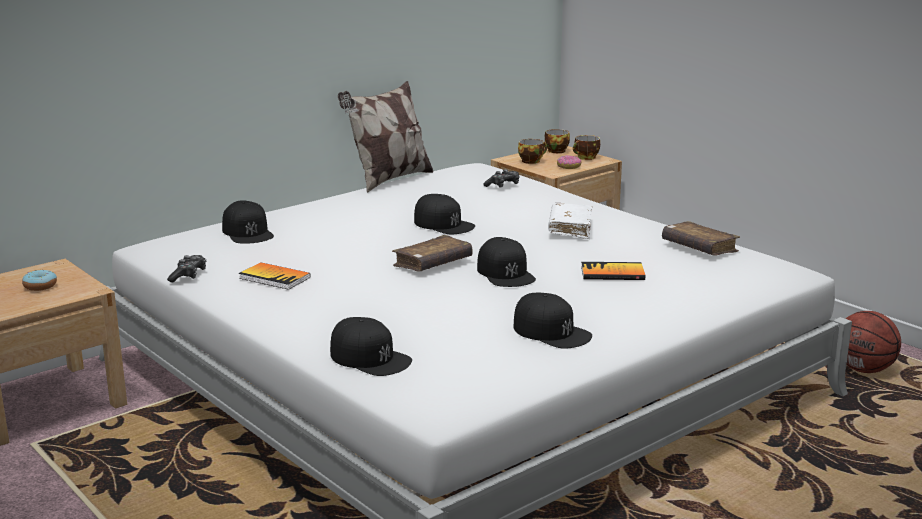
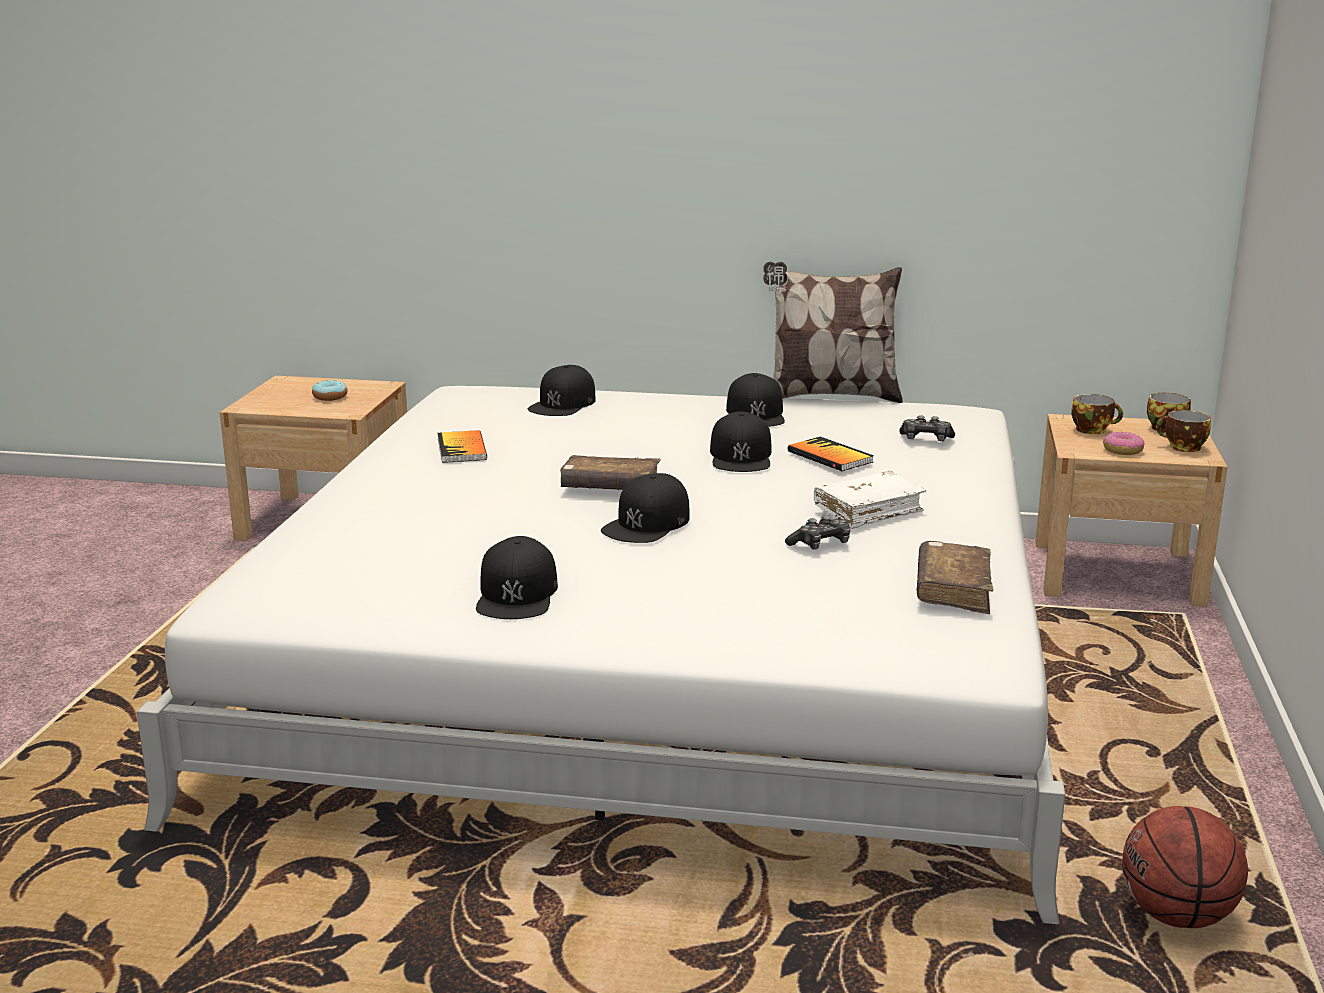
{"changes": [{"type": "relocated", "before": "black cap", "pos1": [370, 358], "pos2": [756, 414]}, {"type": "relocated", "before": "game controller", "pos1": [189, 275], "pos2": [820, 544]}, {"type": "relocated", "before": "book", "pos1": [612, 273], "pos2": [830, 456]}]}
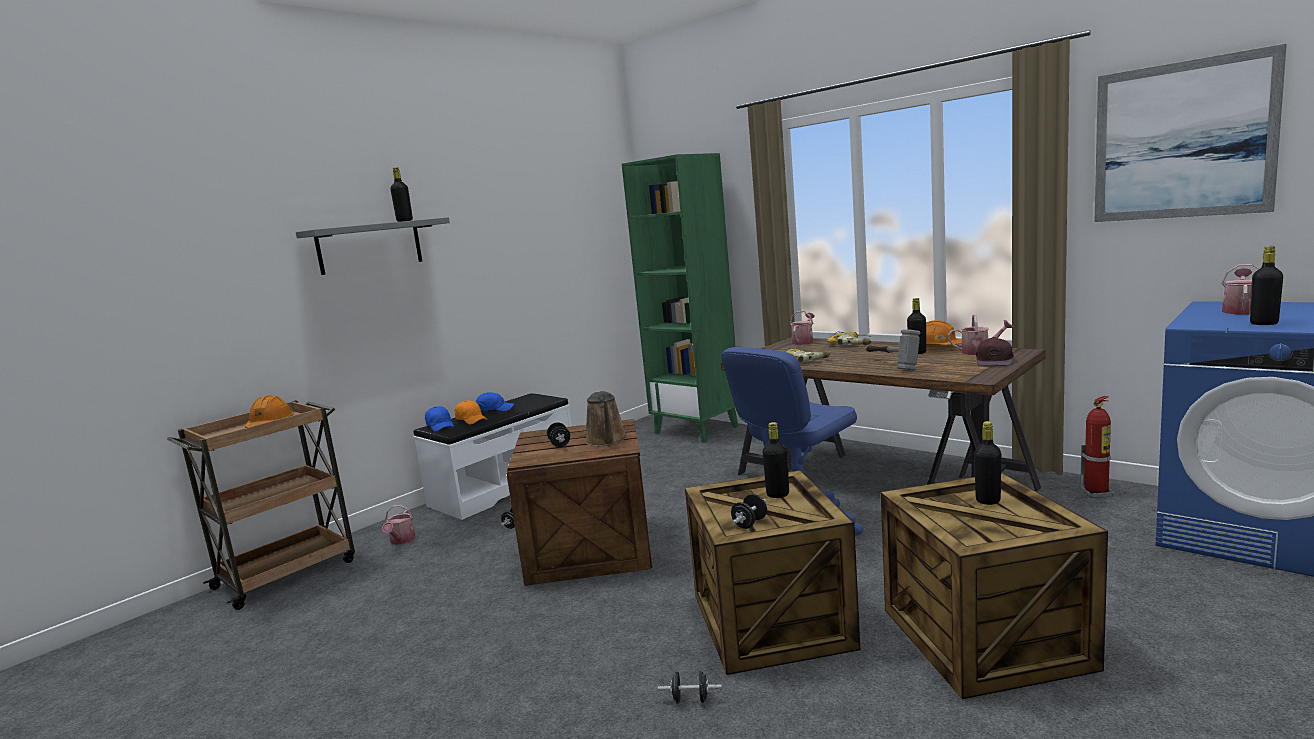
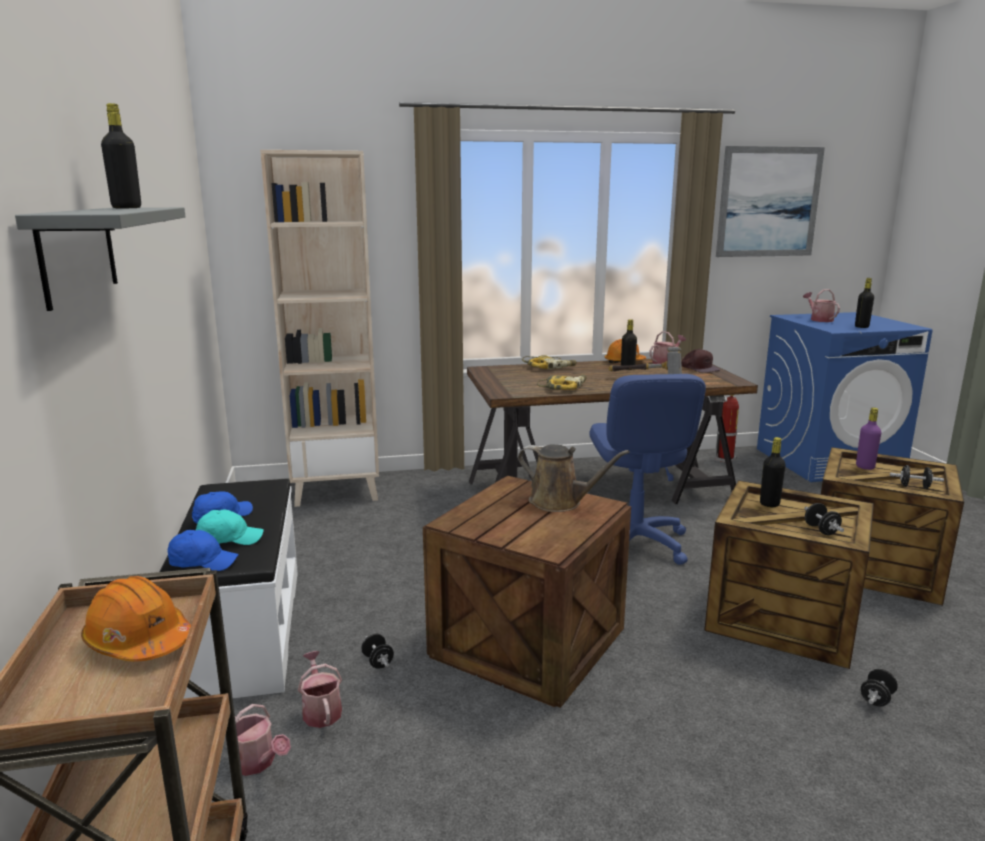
{"changes": [{"type": "colour", "before": "orange cap", "after": "turquoise cap", "pos1": [471, 420], "pos2": [229, 539]}, {"type": "colour", "before": "green bookcase", "after": "beige bookcase", "pos1": [697, 430], "pos2": [337, 490]}, {"type": "relocated", "before": "watering can", "pos1": [803, 341], "pos2": [321, 710]}, {"type": "colour", "before": "black bottle", "after": "purple bottle", "pos1": [988, 500], "pos2": [865, 467]}, {"type": "relocated", "before": "black dumbbell", "pos1": [559, 444], "pos2": [914, 487]}]}
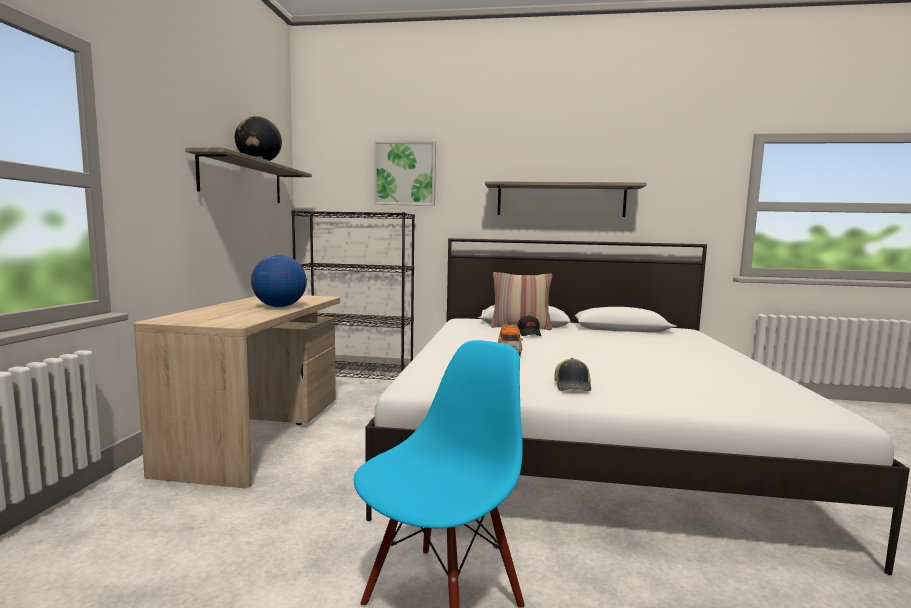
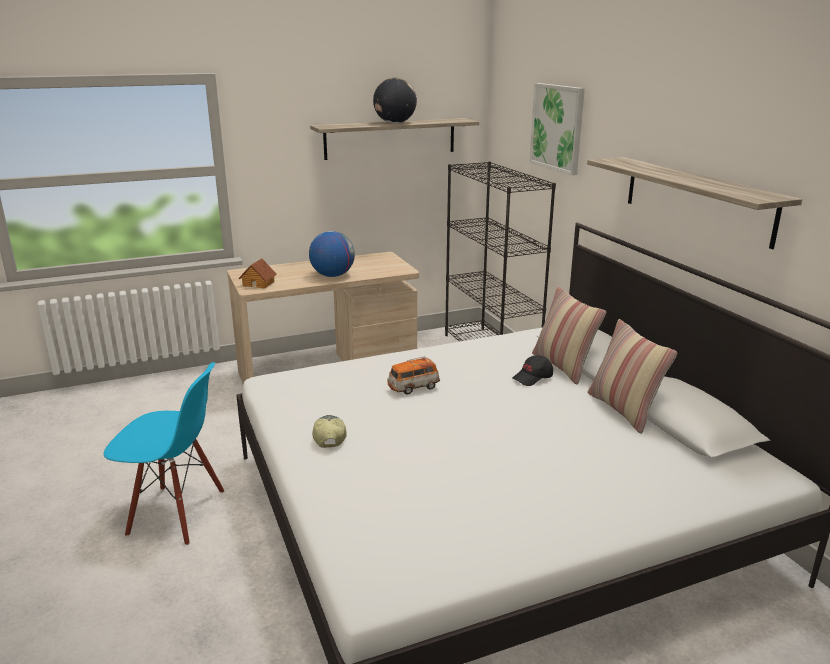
{"changes": [{"type": "appeared", "after": "toy house", "pos2": [259, 283]}, {"type": "spun", "before": "cap", "pos1": [573, 386], "pos2": [328, 437], "turn": 105}, {"type": "appeared", "after": "pillow", "pos2": [624, 410]}]}
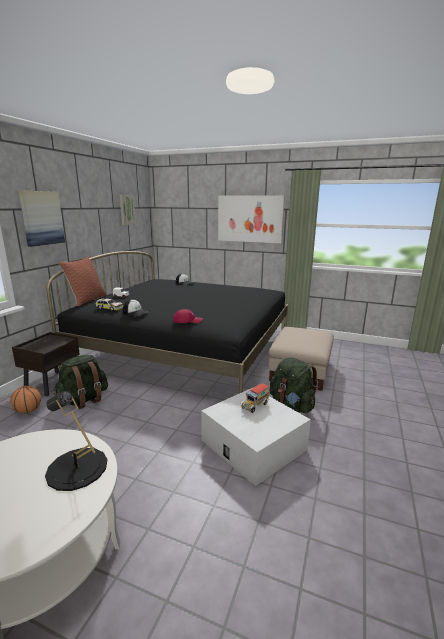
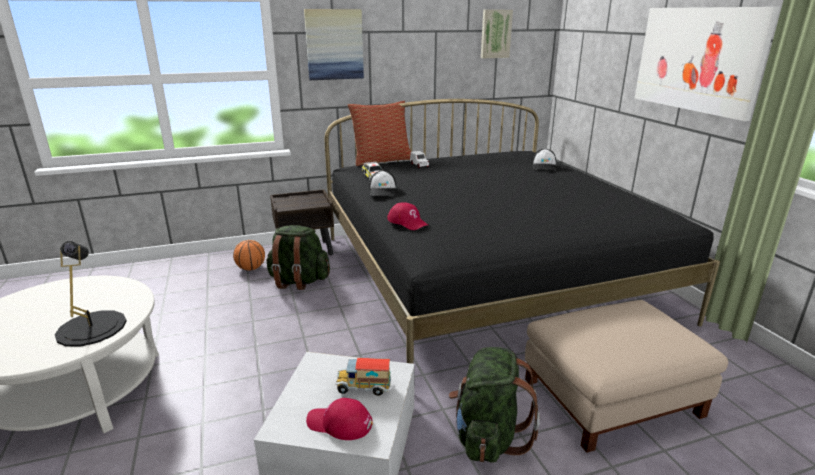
{"changes": [{"type": "appeared", "after": "red cap", "pos2": [339, 423]}]}
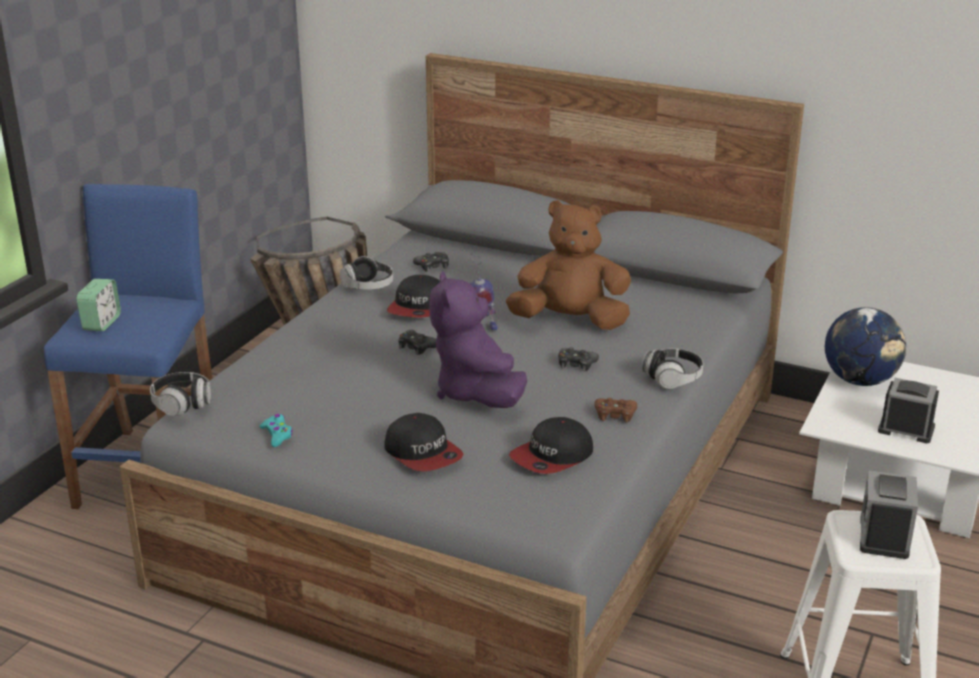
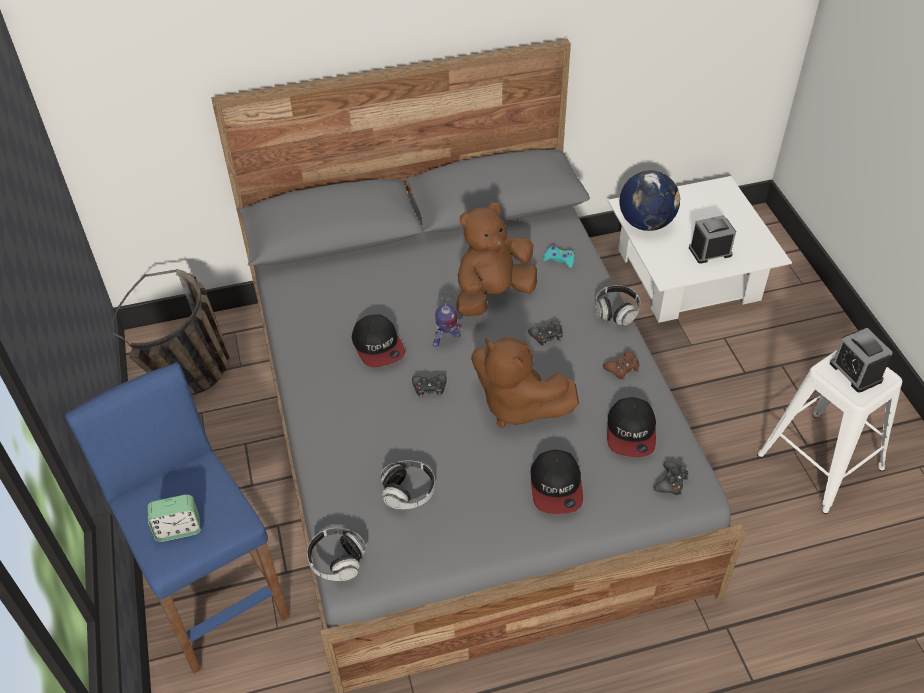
{"changes": [{"type": "spun", "before": "alarm clock", "pos1": [101, 323], "pos2": [178, 529], "turn": 105}, {"type": "relocated", "before": "headphones", "pos1": [368, 287], "pos2": [408, 492]}, {"type": "colour", "before": "purple plush toy", "after": "brown plush toy", "pos1": [476, 393], "pos2": [517, 405]}, {"type": "spun", "before": "cap", "pos1": [423, 453], "pos2": [556, 486], "turn": 75}, {"type": "relocated", "before": "turquoise game controller", "pos1": [277, 435], "pos2": [559, 259]}, {"type": "relocated", "before": "black game controller", "pos1": [432, 266], "pos2": [671, 482]}]}
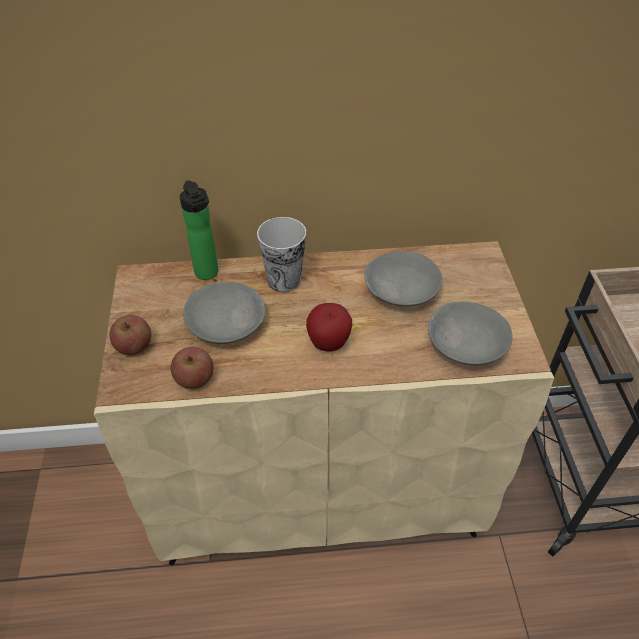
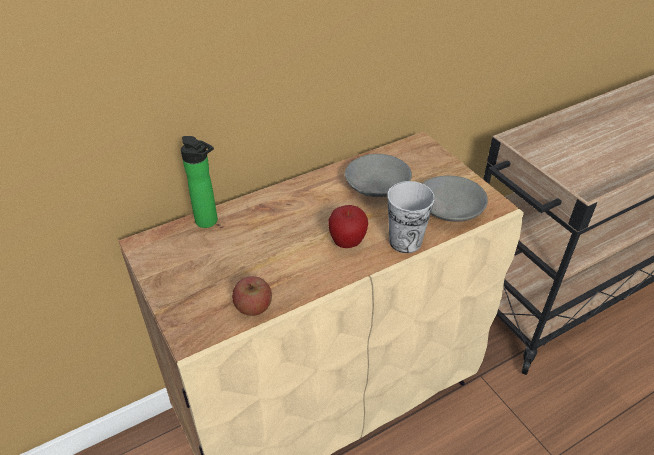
{"changes": [{"type": "relocated", "before": "cup", "pos1": [284, 280], "pos2": [405, 241]}, {"type": "missing", "before": "apple", "pos1": [134, 346]}, {"type": "missing", "before": "grey bowl", "pos1": [227, 324]}]}
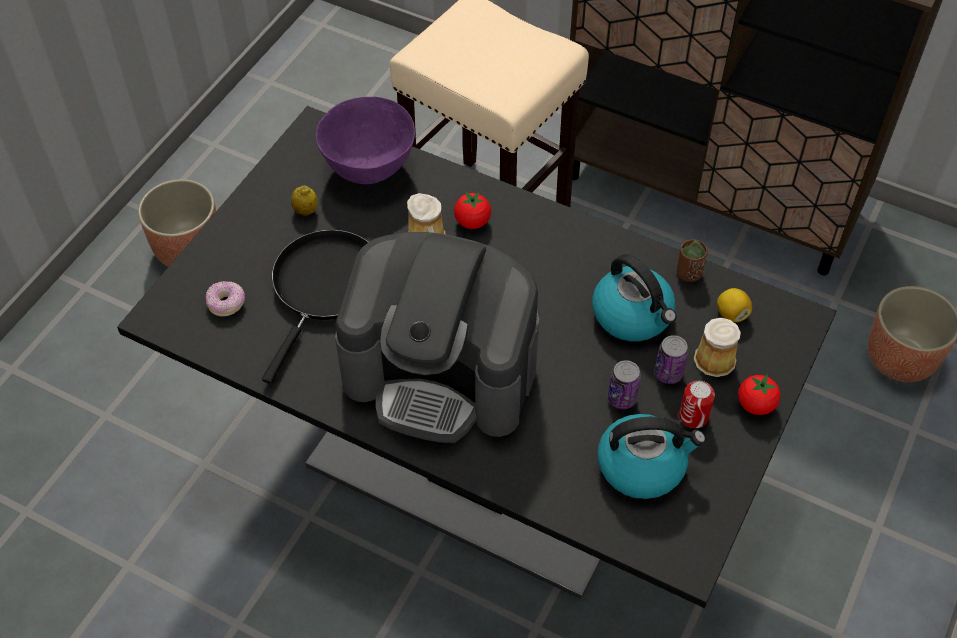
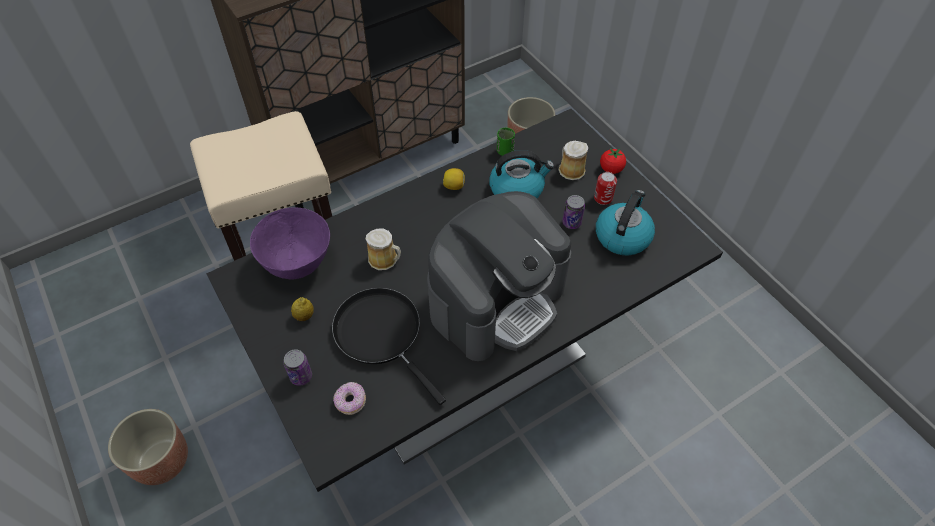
{"changes": [{"type": "relocated", "before": "can", "pos1": [668, 373], "pos2": [301, 376]}, {"type": "relocated", "before": "lemon", "pos1": [731, 314], "pos2": [454, 186]}, {"type": "colour", "before": "brown cup", "after": "green cup", "pos1": [689, 273], "pos2": [505, 151]}, {"type": "missing", "before": "tomato", "pos1": [472, 222]}]}
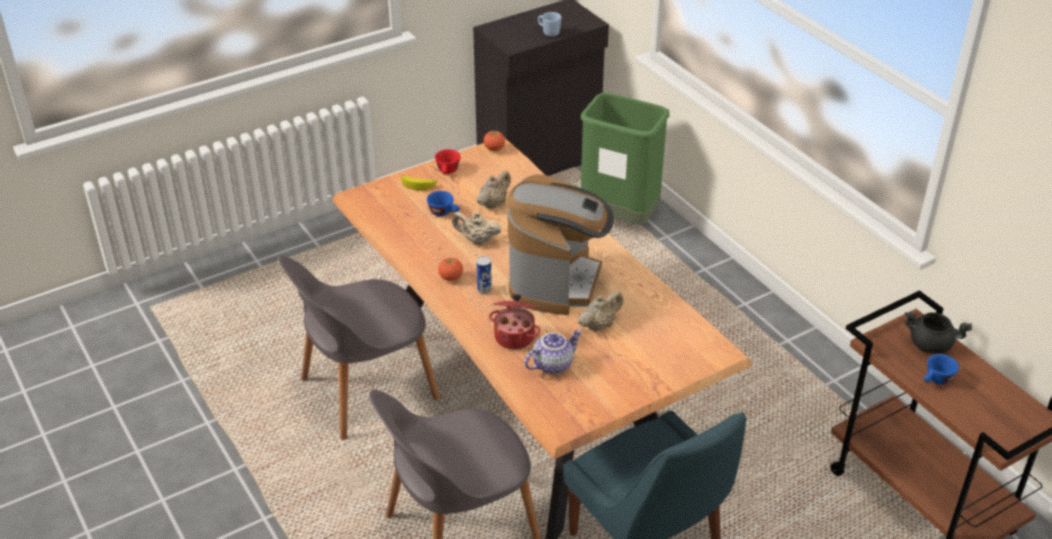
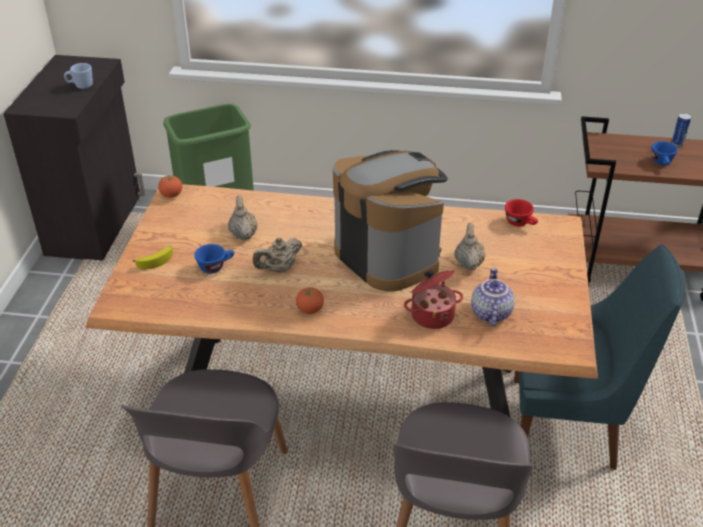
{"changes": [{"type": "relocated", "before": "red cup", "pos1": [448, 172], "pos2": [520, 223]}, {"type": "relocated", "before": "can", "pos1": [484, 289], "pos2": [677, 143]}, {"type": "missing", "before": "black cooking pot", "pos1": [930, 344]}]}
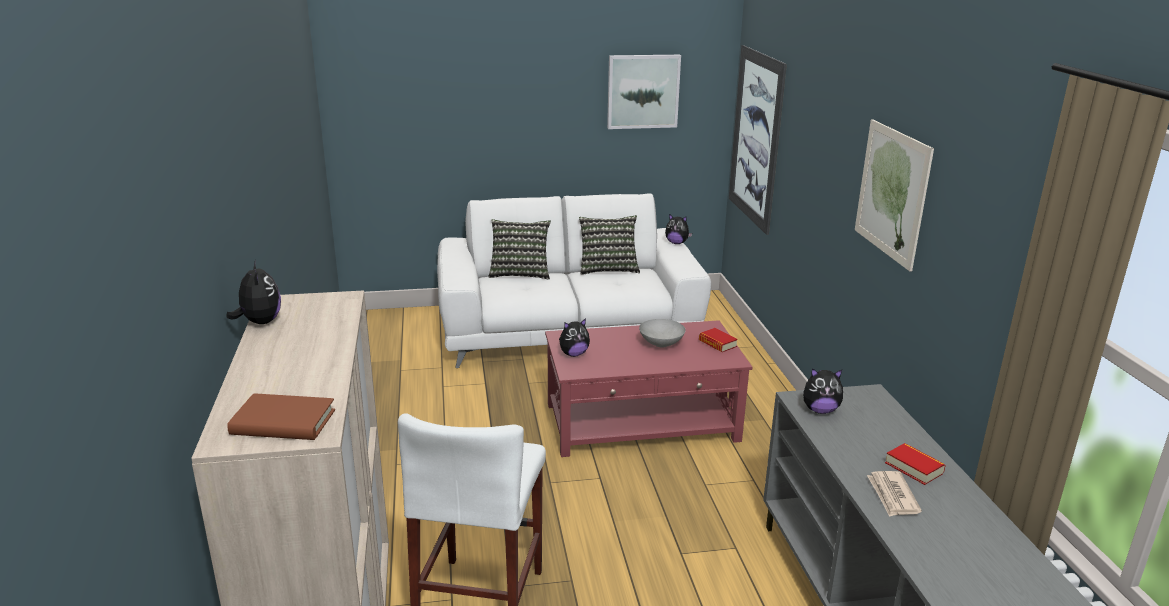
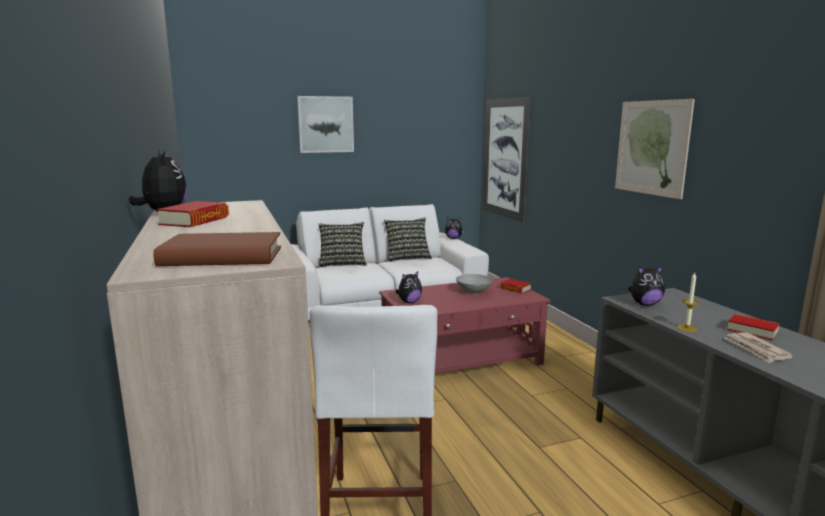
{"changes": [{"type": "appeared", "after": "book", "pos2": [195, 221]}, {"type": "relocated", "before": "picture", "pos1": [643, 91], "pos2": [325, 124]}, {"type": "appeared", "after": "candle", "pos2": [687, 328]}]}
